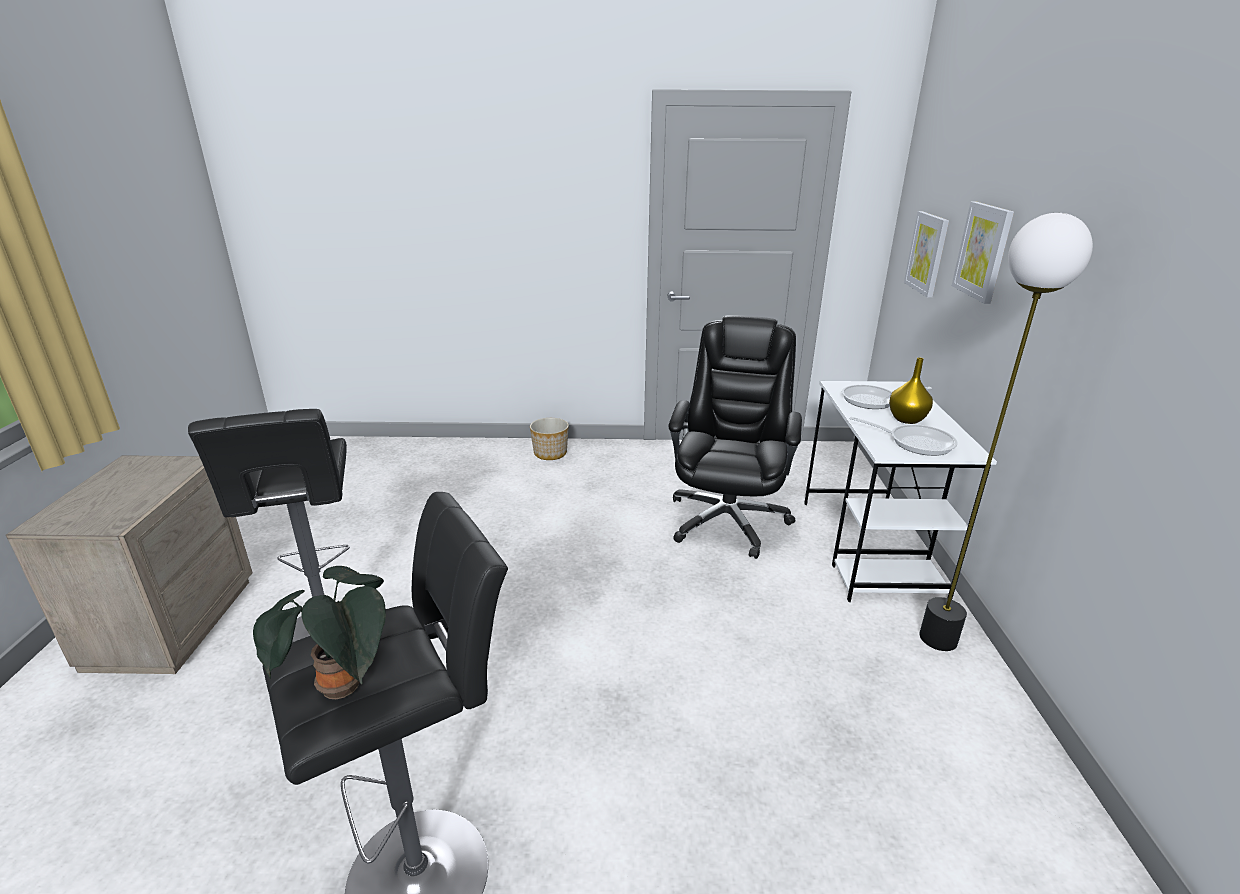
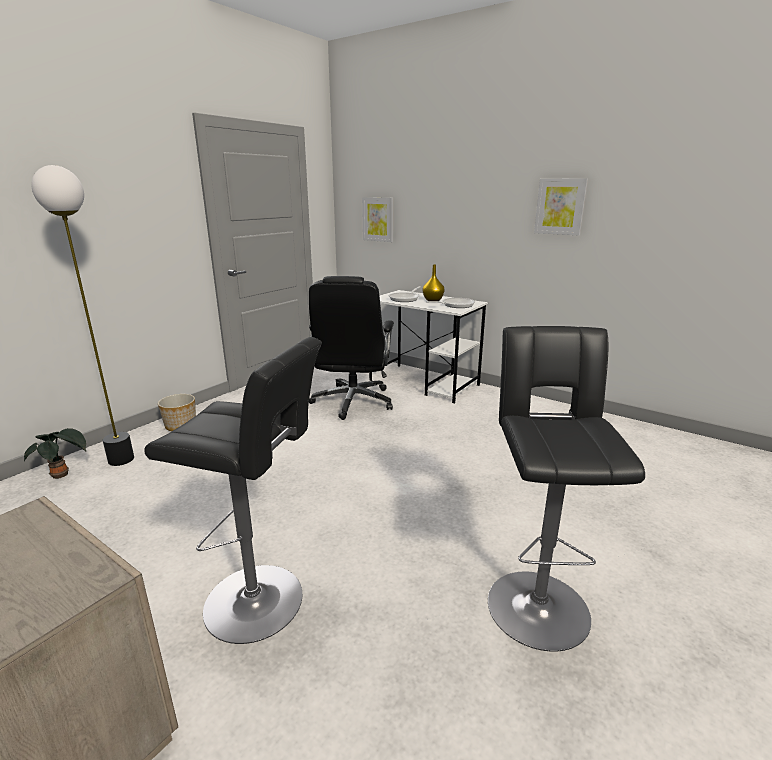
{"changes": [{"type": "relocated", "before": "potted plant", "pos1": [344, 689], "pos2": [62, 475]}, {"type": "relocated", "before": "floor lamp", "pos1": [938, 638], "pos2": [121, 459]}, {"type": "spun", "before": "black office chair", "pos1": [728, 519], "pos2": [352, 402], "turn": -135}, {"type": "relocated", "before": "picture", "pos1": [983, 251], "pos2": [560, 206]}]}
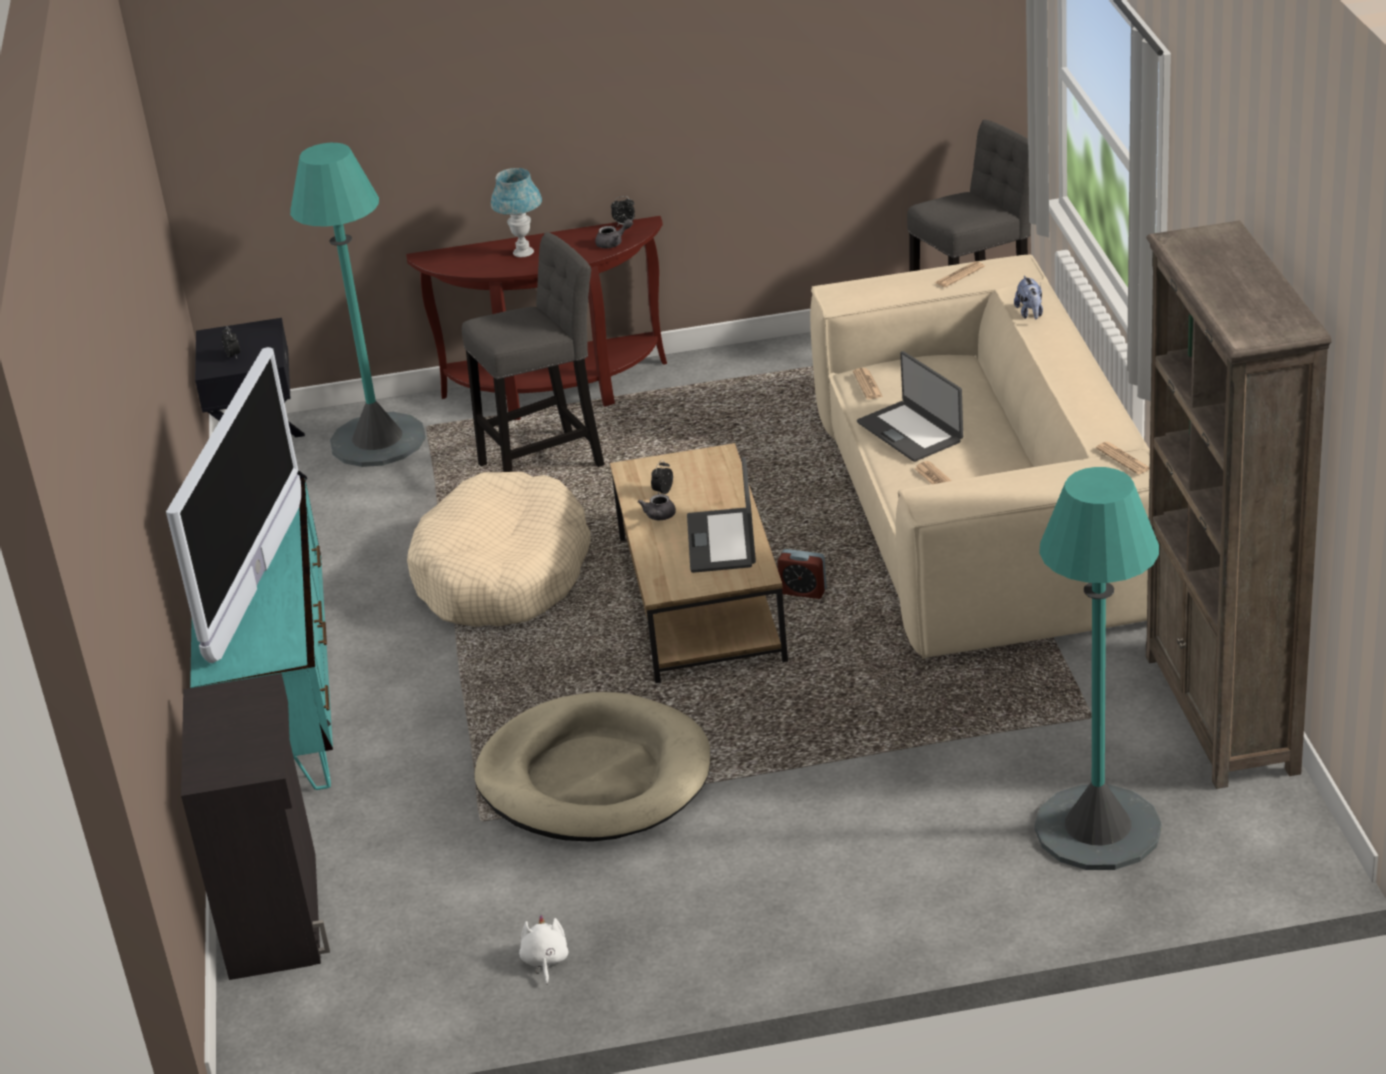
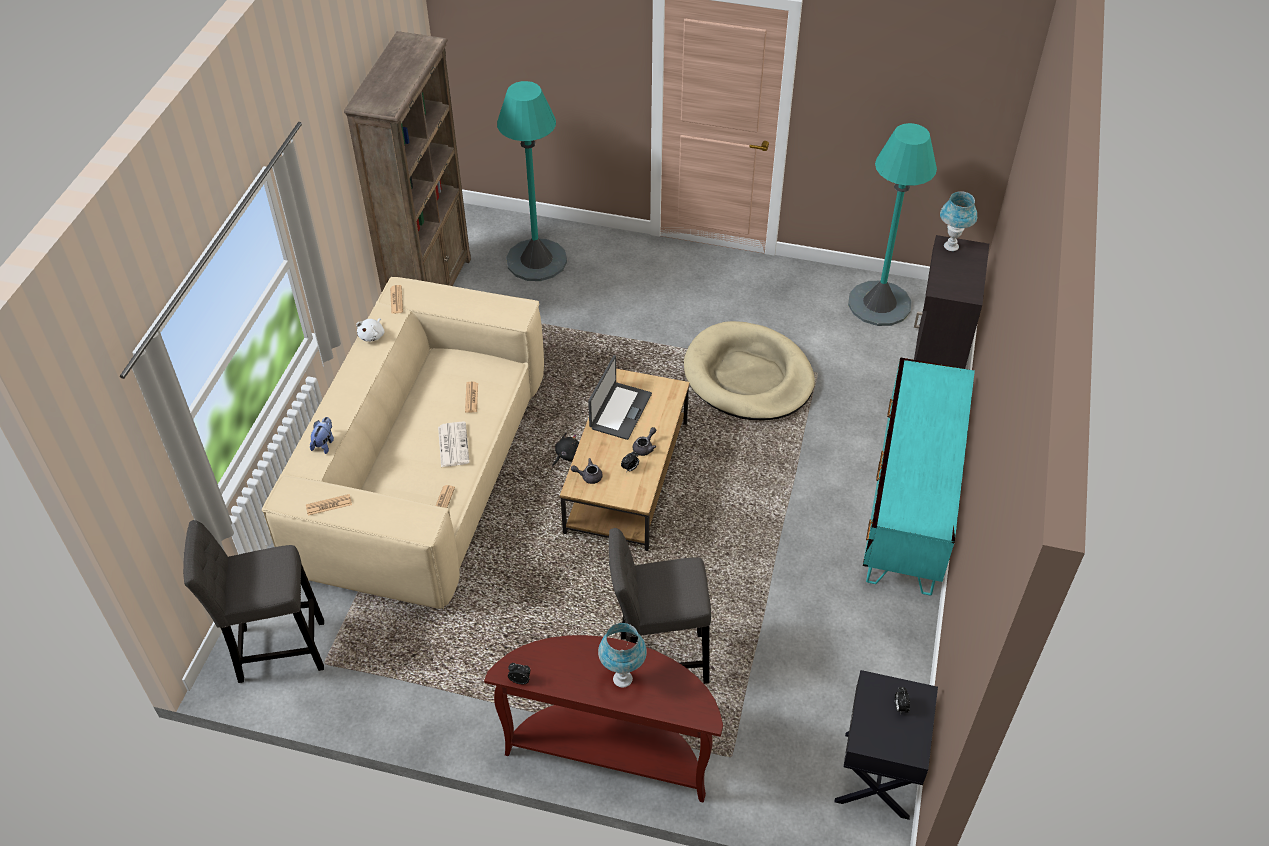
{"changes": [{"type": "relocated", "before": "white plush toy", "pos1": [545, 961], "pos2": [372, 335]}, {"type": "exchanged", "before": "laptop", "after": "newspaper", "pos1": [911, 431], "pos2": [453, 444]}, {"type": "exchanged", "before": "alarm clock", "after": "black plush toy", "pos1": [803, 592], "pos2": [566, 455]}, {"type": "relocated", "before": "grey teapot", "pos1": [613, 243], "pos2": [588, 476]}, {"type": "relocated", "before": "turquoise floor lamp", "pos1": [377, 441], "pos2": [879, 304]}, {"type": "appeared", "after": "blue table lamp", "pos2": [951, 246]}, {"type": "missing", "before": "television", "pos1": [256, 580]}, {"type": "missing", "before": "beige dog bed", "pos1": [503, 575]}]}
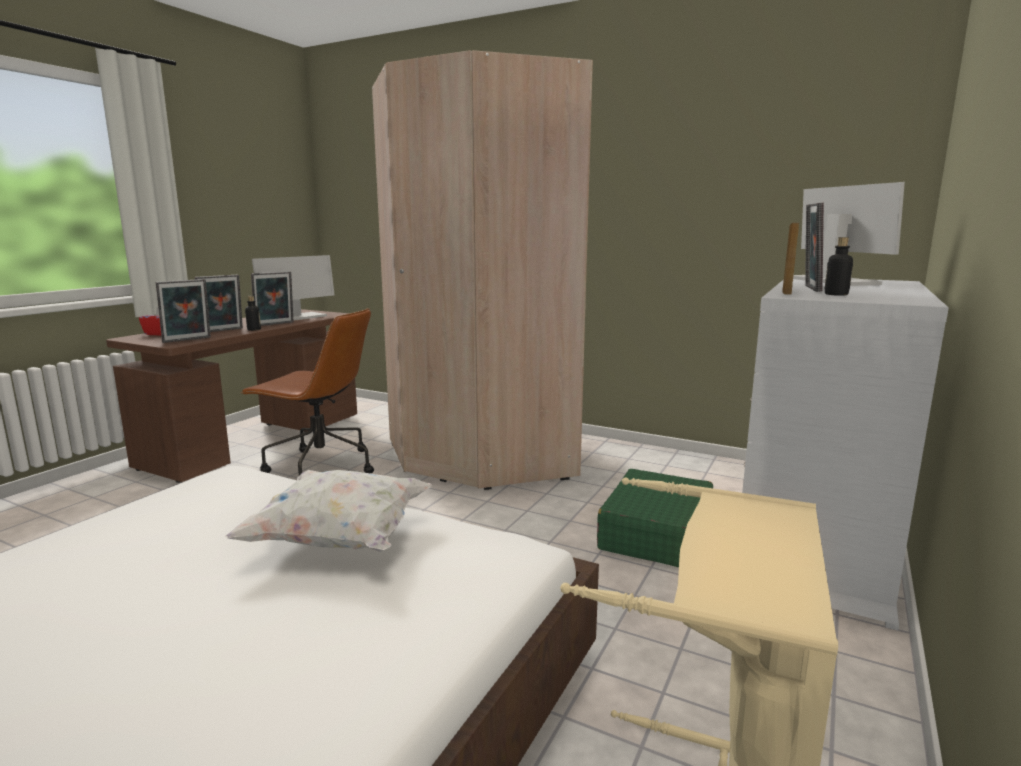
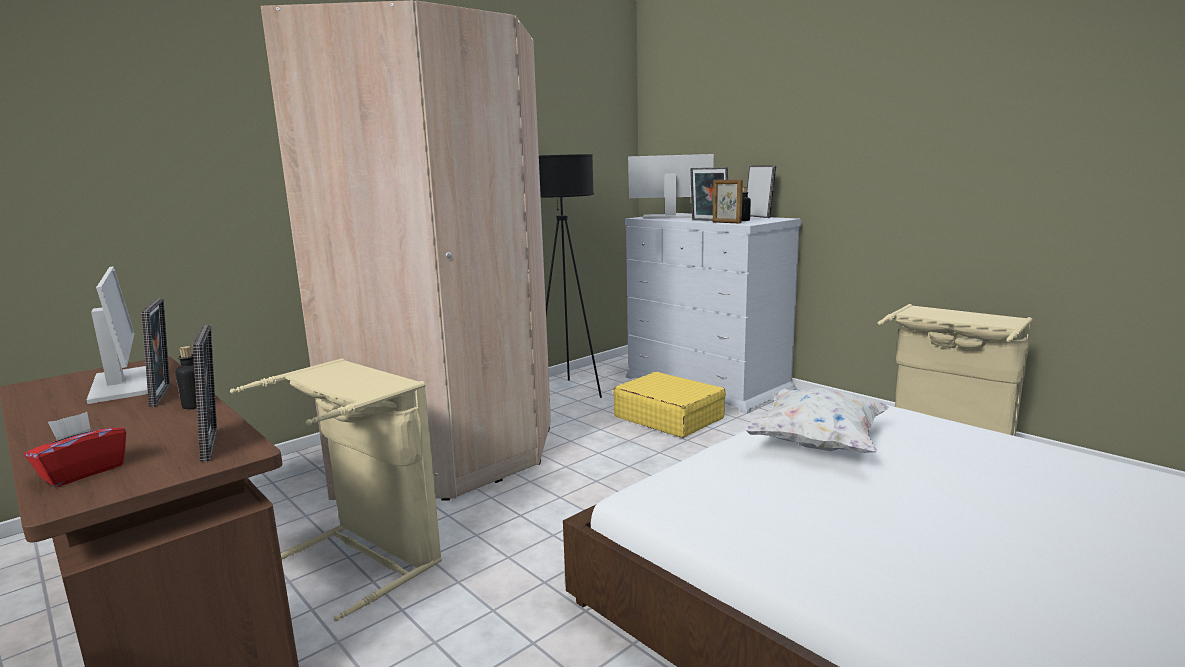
{"changes": [{"type": "exchanged", "before": "brown office chair", "after": "beige laundry basket", "pos1": [319, 467], "pos2": [367, 557]}, {"type": "appeared", "after": "black floor lamp", "pos2": [568, 392]}, {"type": "colour", "before": "green suitcase", "after": "yellow suitcase", "pos1": [657, 534], "pos2": [668, 417]}, {"type": "relocated", "before": "picture frame", "pos1": [222, 330], "pos2": [758, 216]}]}
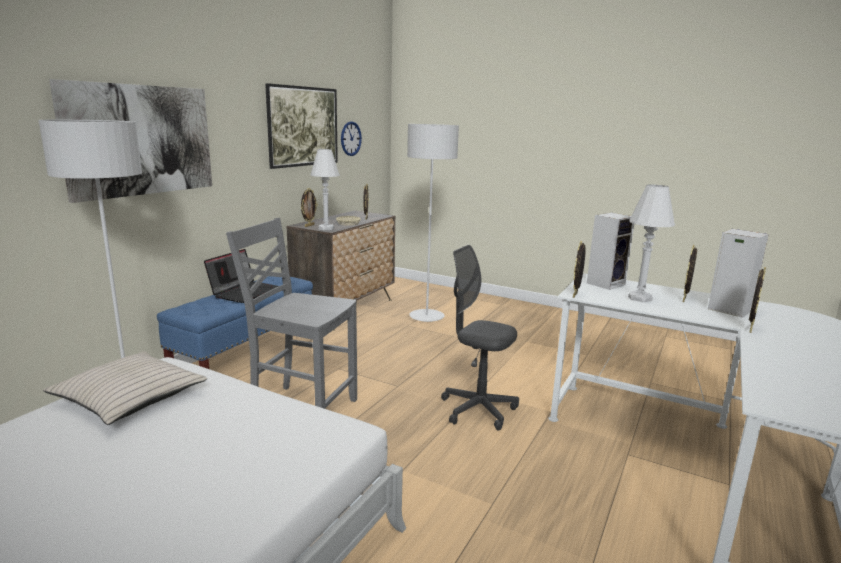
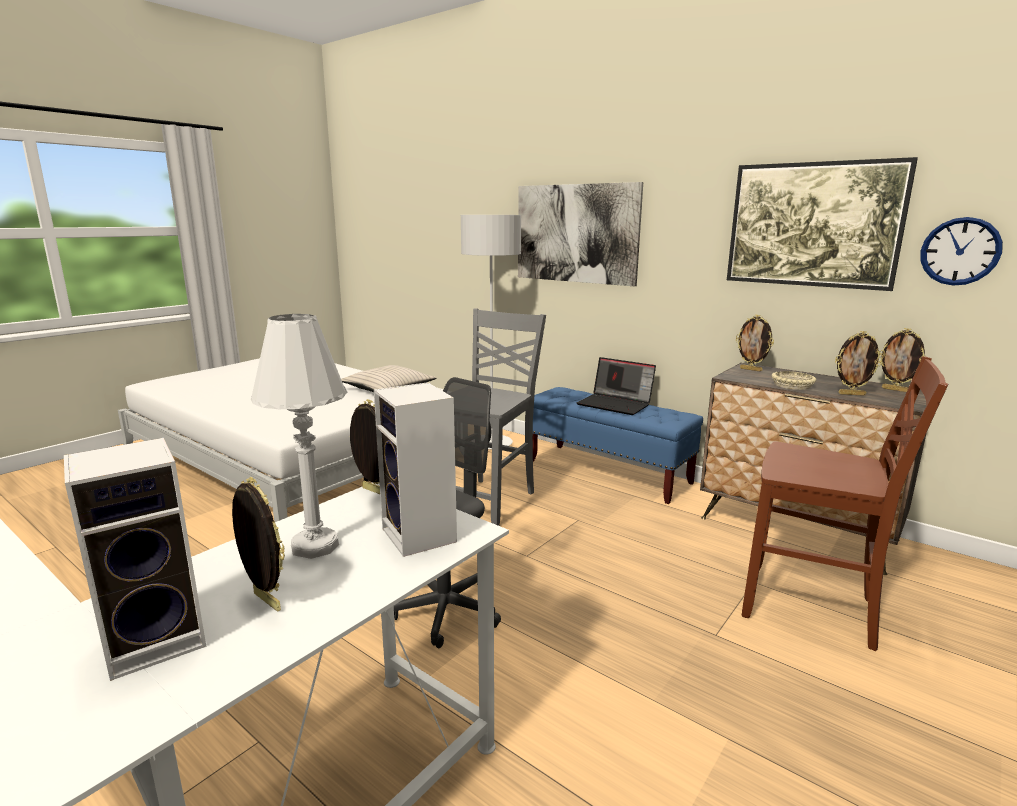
{"changes": [{"type": "exchanged", "before": "grey floor lamp", "after": "brown chair", "pos1": [426, 317], "pos2": [811, 607]}, {"type": "relocated", "before": "picture frame", "pos1": [749, 329], "pos2": [895, 390]}, {"type": "missing", "before": "white table lamp", "pos1": [326, 228]}]}
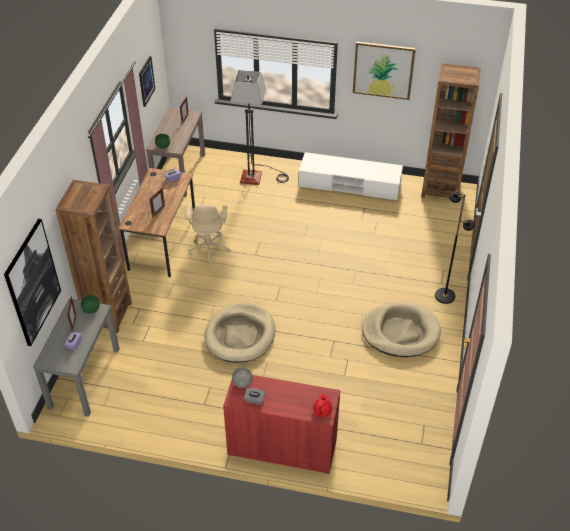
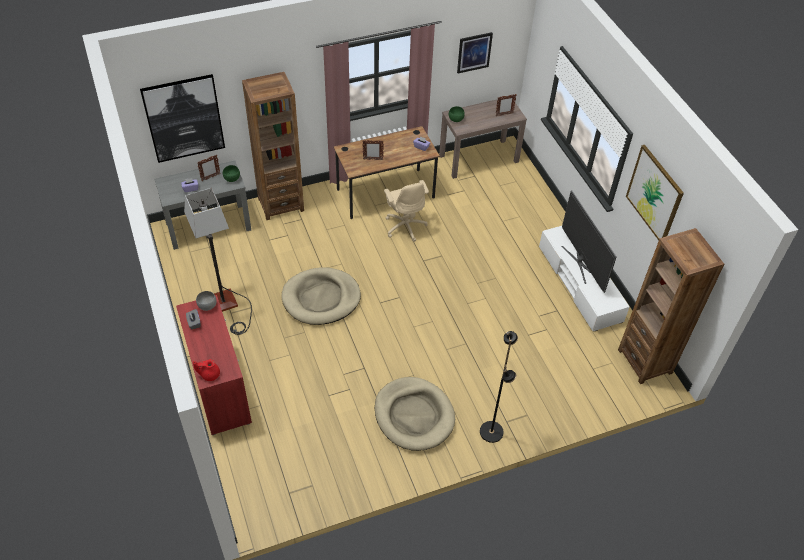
{"changes": [{"type": "relocated", "before": "floor lamp", "pos1": [258, 177], "pos2": [228, 307]}, {"type": "spun", "before": "beige office chair", "pos1": [209, 248], "pos2": [405, 226], "turn": -75}, {"type": "appeared", "after": "television", "pos2": [581, 263]}]}
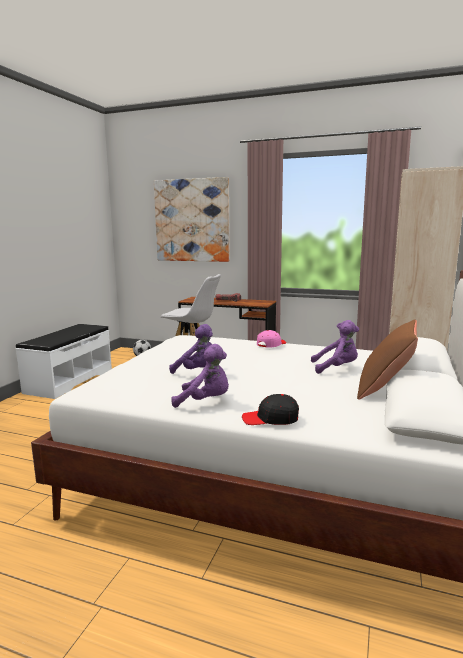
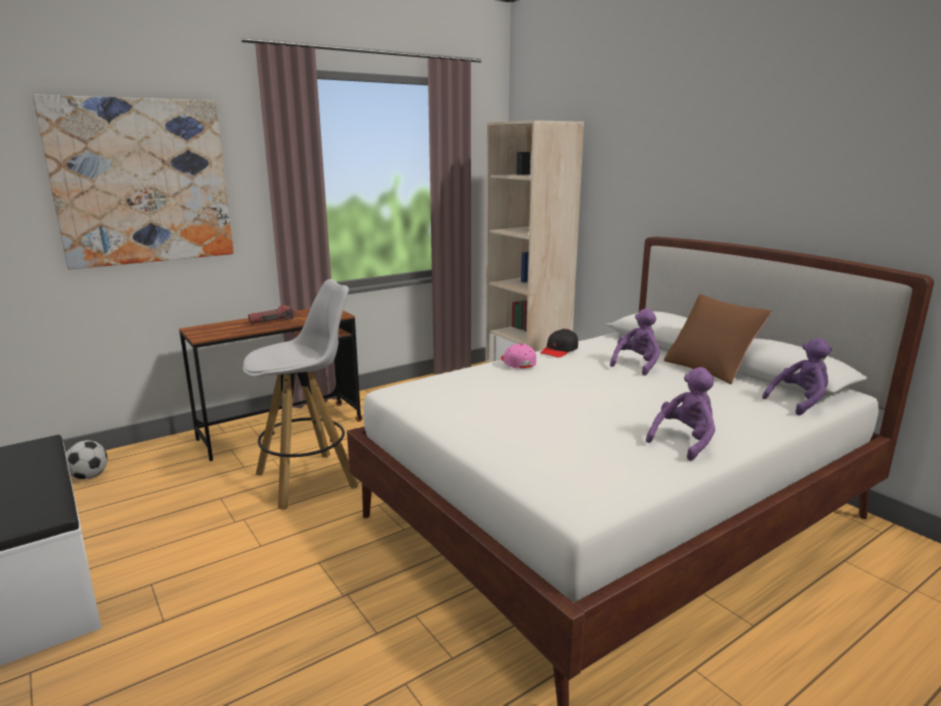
{"changes": [{"type": "relocated", "before": "black cap", "pos1": [270, 419], "pos2": [559, 350]}, {"type": "relocated", "before": "purple plush toy", "pos1": [199, 372], "pos2": [799, 402]}]}
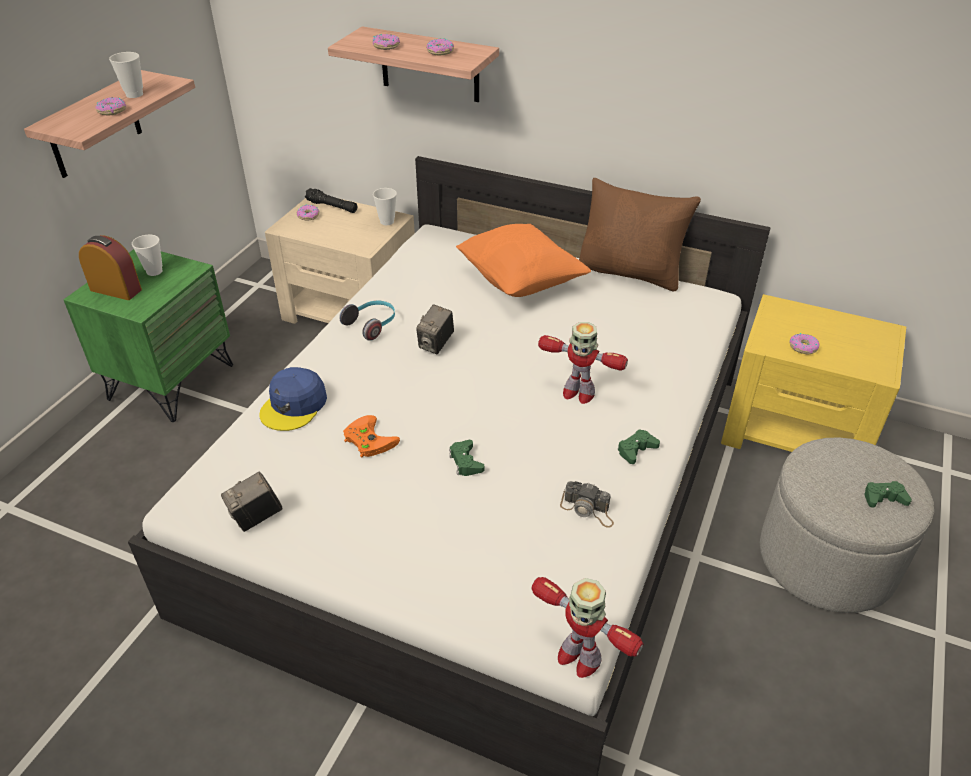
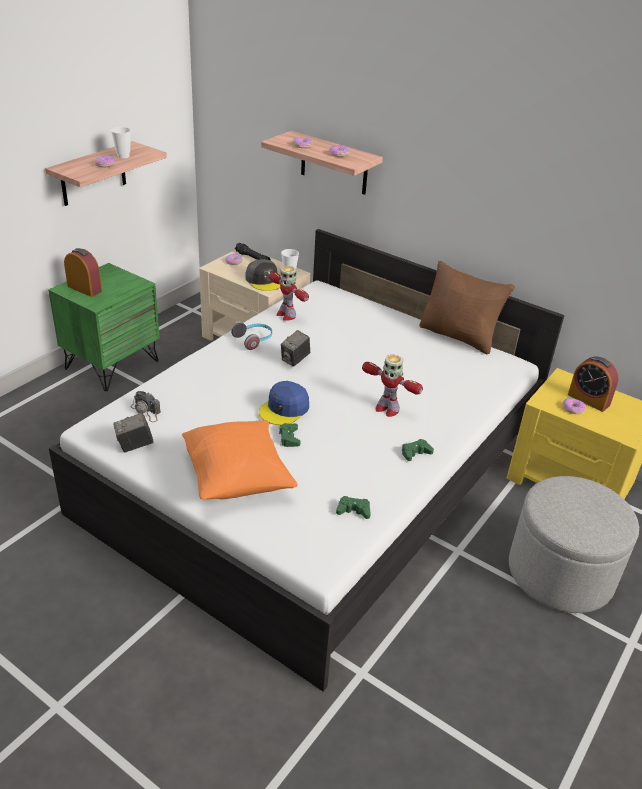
{"changes": [{"type": "relocated", "before": "photo camera", "pos1": [588, 510], "pos2": [146, 411]}, {"type": "relocated", "before": "orange pillow", "pos1": [520, 281], "pos2": [237, 479]}, {"type": "appeared", "after": "grey cap", "pos2": [264, 280]}, {"type": "relocated", "before": "blue cap", "pos1": [294, 405], "pos2": [284, 409]}, {"type": "relocated", "before": "toy robot", "pos1": [578, 657], "pos2": [286, 315]}, {"type": "relocated", "before": "green game controller", "pos1": [884, 498], "pos2": [353, 510]}, {"type": "appeared", "after": "alarm clock", "pos2": [588, 399]}, {"type": "missing", "before": "cup", "pos1": [154, 271]}, {"type": "missing", "before": "orange game controller", "pos1": [367, 439]}]}
